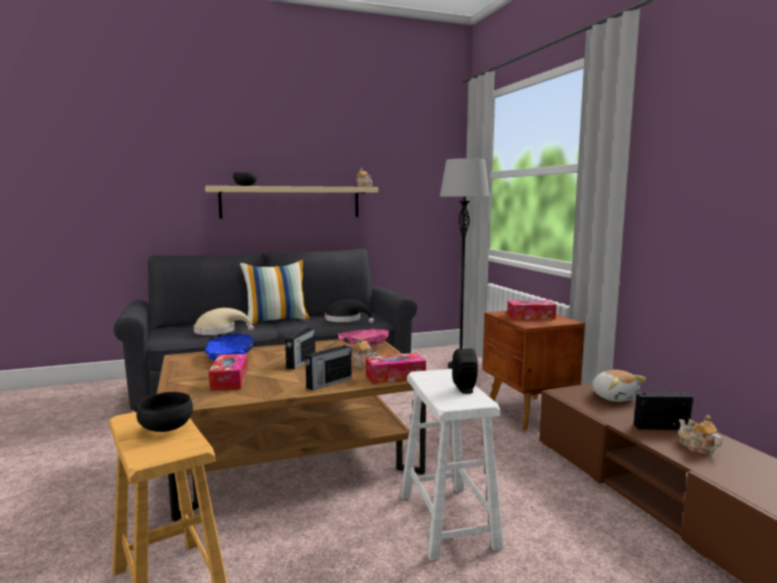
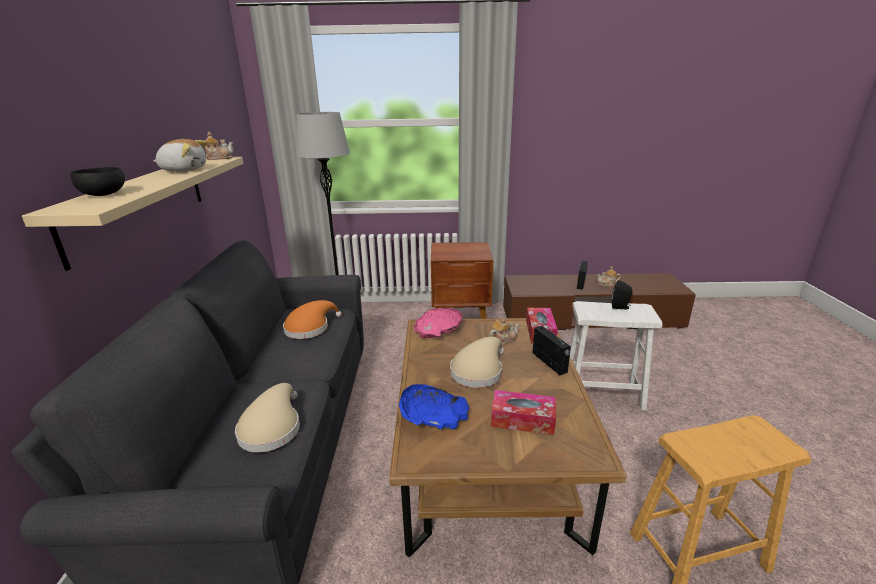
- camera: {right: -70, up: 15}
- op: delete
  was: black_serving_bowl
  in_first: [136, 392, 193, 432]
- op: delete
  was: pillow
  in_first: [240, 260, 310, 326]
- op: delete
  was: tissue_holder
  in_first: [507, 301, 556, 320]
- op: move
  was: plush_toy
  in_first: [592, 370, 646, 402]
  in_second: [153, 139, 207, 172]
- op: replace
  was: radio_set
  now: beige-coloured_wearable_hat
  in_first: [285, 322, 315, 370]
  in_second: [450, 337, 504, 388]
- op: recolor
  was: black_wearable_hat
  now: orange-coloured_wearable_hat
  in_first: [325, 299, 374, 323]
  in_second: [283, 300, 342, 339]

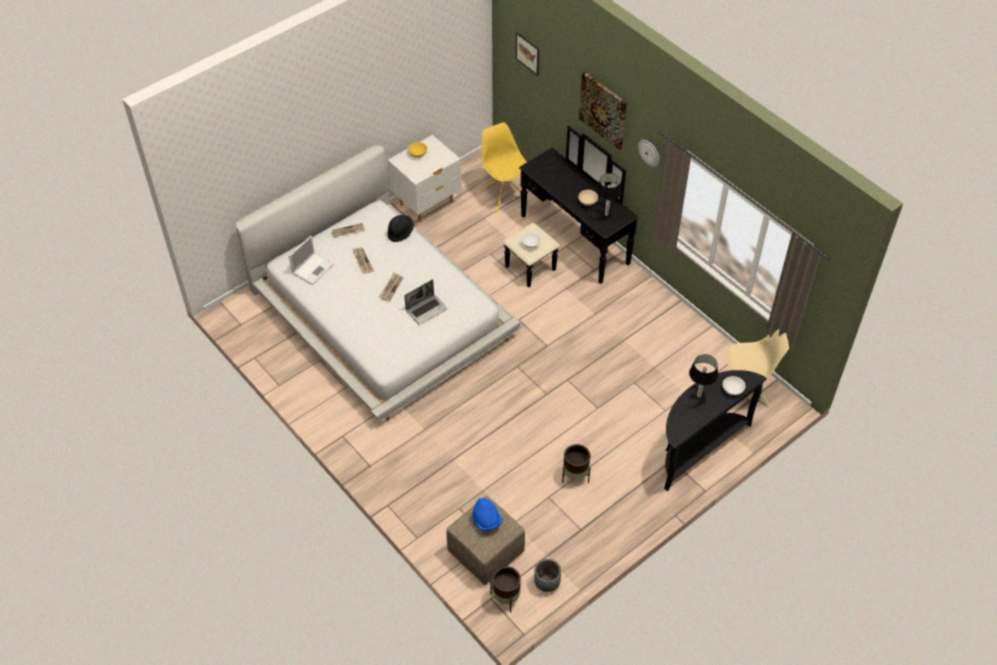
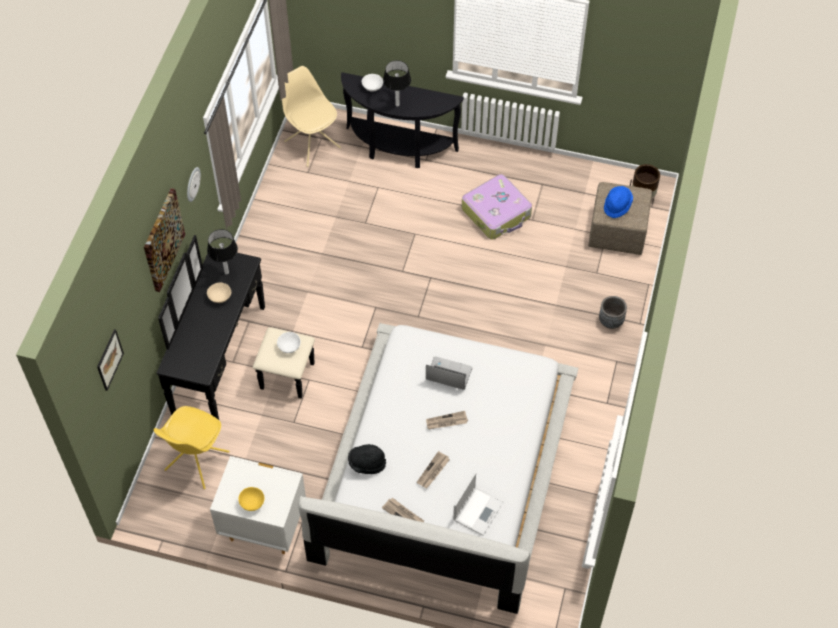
- camera: {right: -125, up: 5}
- op: move
  was: grey_planter
  in_first: [534, 559, 561, 592]
  in_second: [599, 296, 627, 329]
- op: replace
  was: brown-coloured_planter
  now: suitcase
  in_first: [562, 444, 590, 483]
  in_second: [462, 174, 532, 240]
- op: rotate
  was: laptop
  in_first: [289, 235, 334, 285]
  in_second: [453, 472, 503, 536]
  clockwise: 120

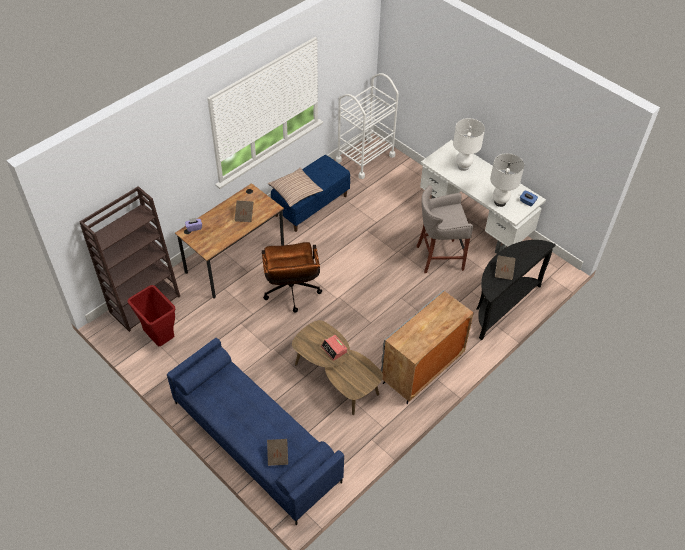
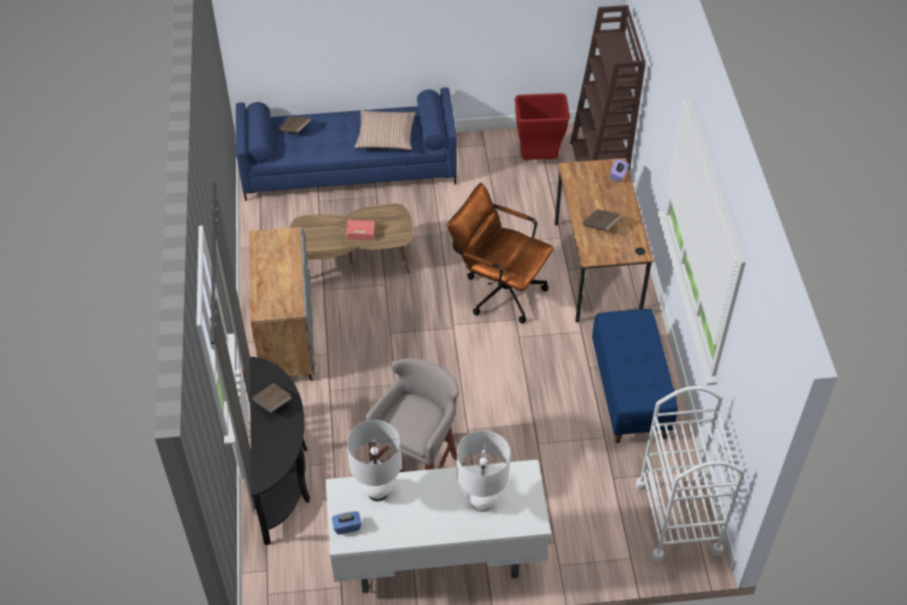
- camera: {right: 130, up: 0}
- op: move
  was: pillow
  in_first: [268, 167, 323, 207]
  in_second: [354, 110, 416, 150]

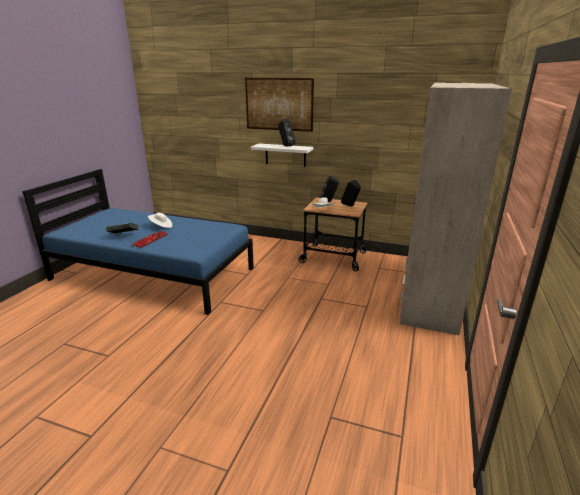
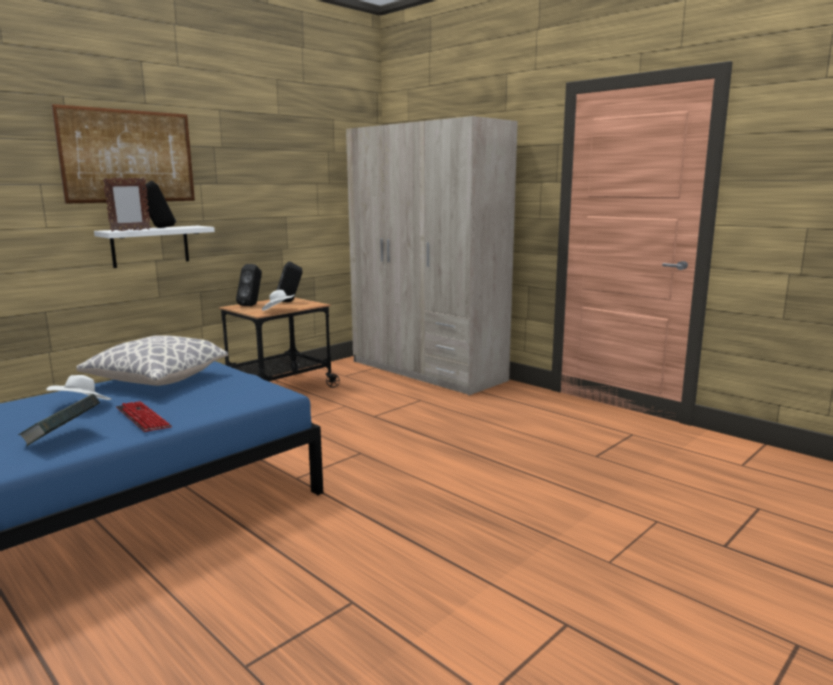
- camera: {right: -65, up: -10}
- op: insert
  now: pillow
  in_second: [76, 335, 228, 386]
- op: insert
  now: photo_frame
  in_second: [103, 177, 151, 232]

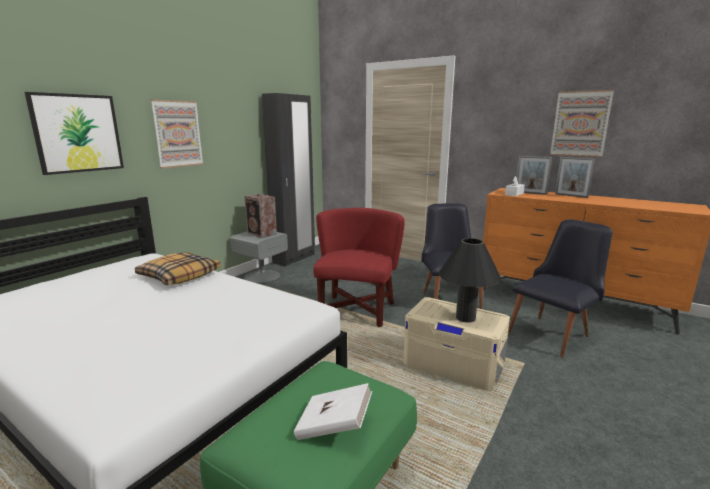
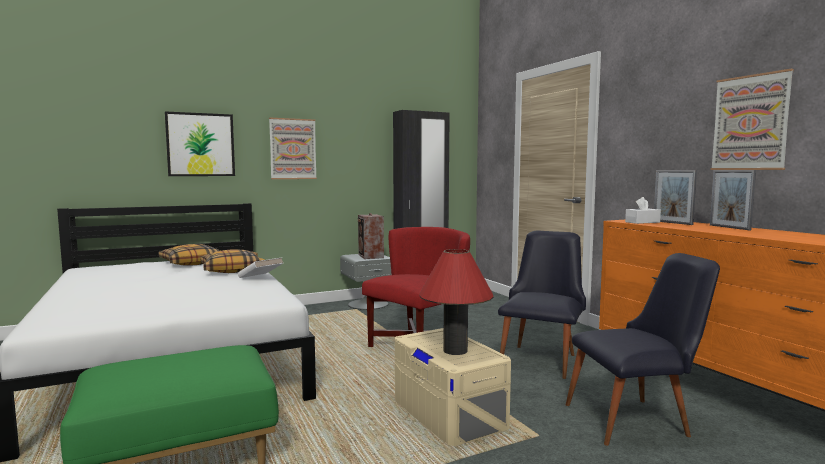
- camera: {right: 30, up: -10}
- op: insert
  now: pillow
  in_second: [159, 244, 220, 266]
- op: move
  was: white_volume
  in_first: [294, 383, 372, 440]
  in_second: [238, 257, 283, 278]
- op: recolor
  was: black_lamp_for_a_table
  now: red-coloured_lamp_for_a_table
  in_first: [439, 238, 501, 323]
  in_second: [419, 249, 494, 355]

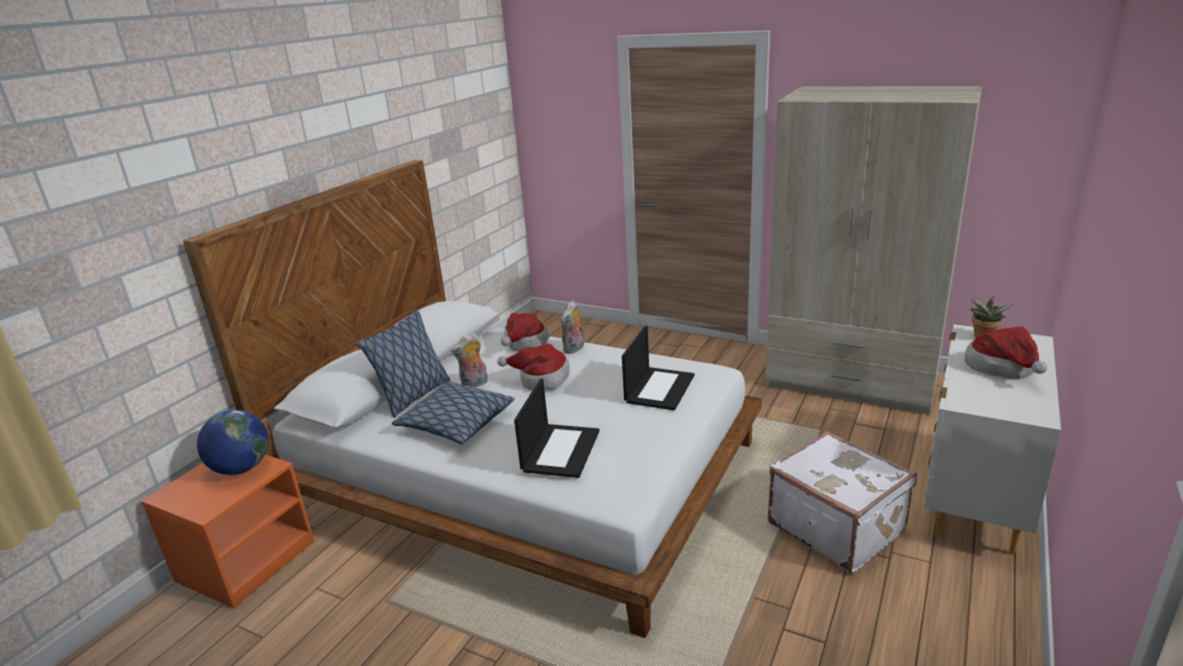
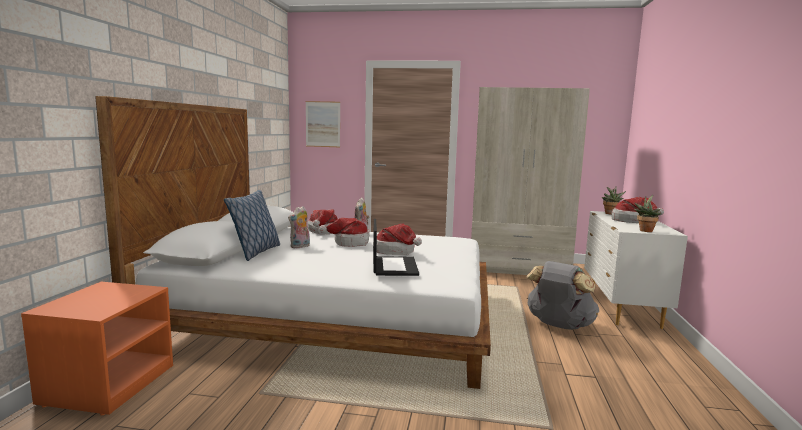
- camera: {right: -20, up: -15}
- op: delete
  was: desk_globe
  in_first: [197, 410, 268, 475]
- op: delete
  was: pillow
  in_first: [392, 381, 515, 444]
- op: delete
  was: laptop
  in_first: [622, 325, 695, 410]
- op: insert
  now: wall_art
  in_second: [306, 101, 340, 147]
- op: insert
  now: wearable_hat
  in_second: [377, 223, 422, 255]
- op: insert
  now: potted_plant
  in_second: [634, 195, 661, 232]
- op: replace
  was: white_suitcase
  now: grey_knapsack
  in_first: [768, 431, 917, 574]
  in_second: [526, 261, 599, 330]

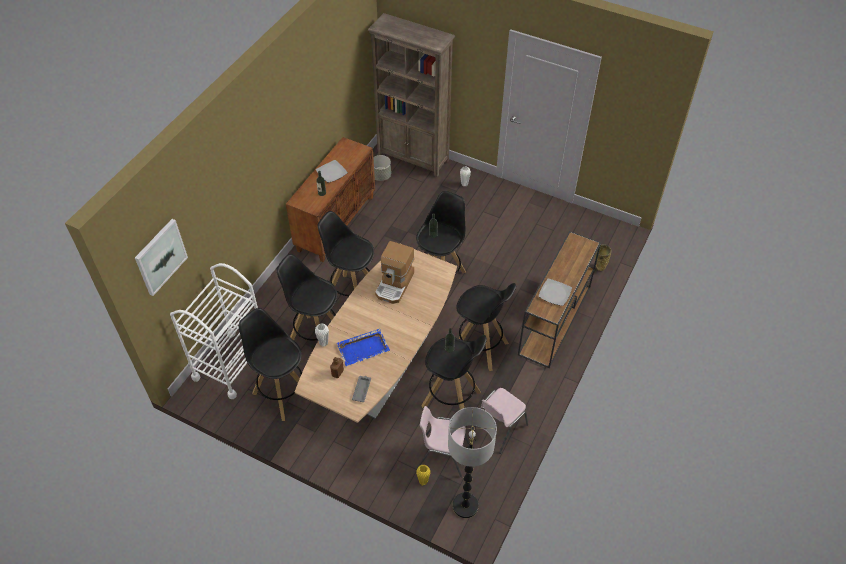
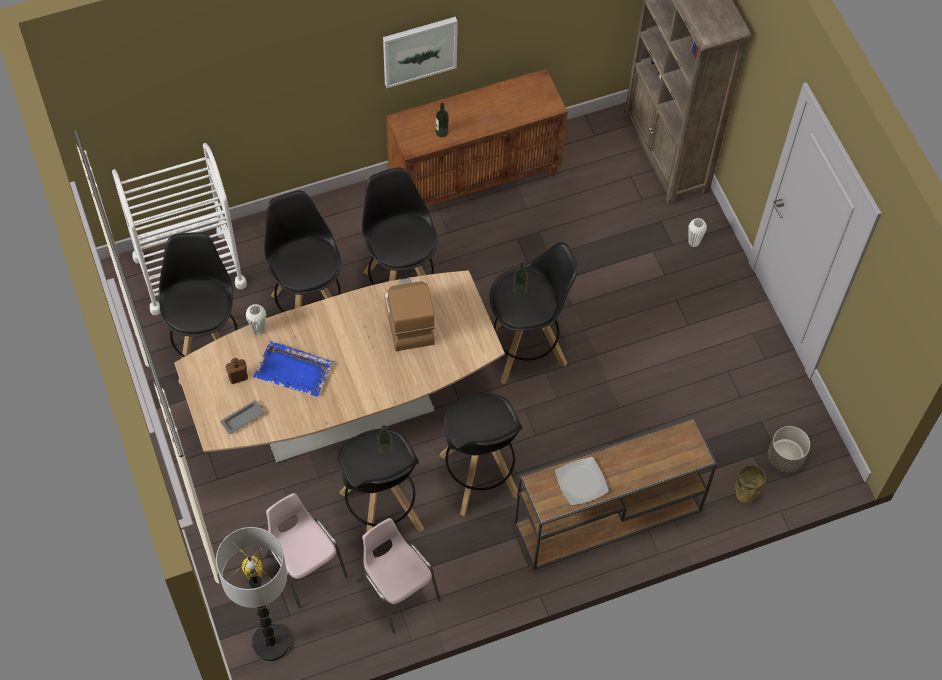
- camera: {right: 40, up: 10}
- op: delete
  was: plate
  in_first: [316, 160, 348, 183]
- op: move
  was: wall_art
  in_first: [135, 219, 188, 296]
  in_second: [383, 17, 458, 88]
- op: move
  was: grey_planter
  in_first: [373, 155, 391, 181]
  in_second: [768, 426, 810, 472]
- op: rotate
  was: coffee_machine
  in_first: [375, 241, 414, 304]
  in_second: [384, 278, 435, 351]
  clockwise: 105
- op: rotate
  was: pink_upright_chair
  in_first: [474, 388, 528, 454]
  in_second: [357, 518, 441, 633]
  clockwise: 60

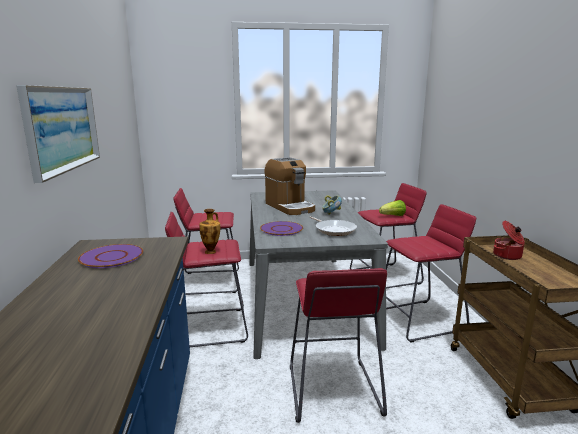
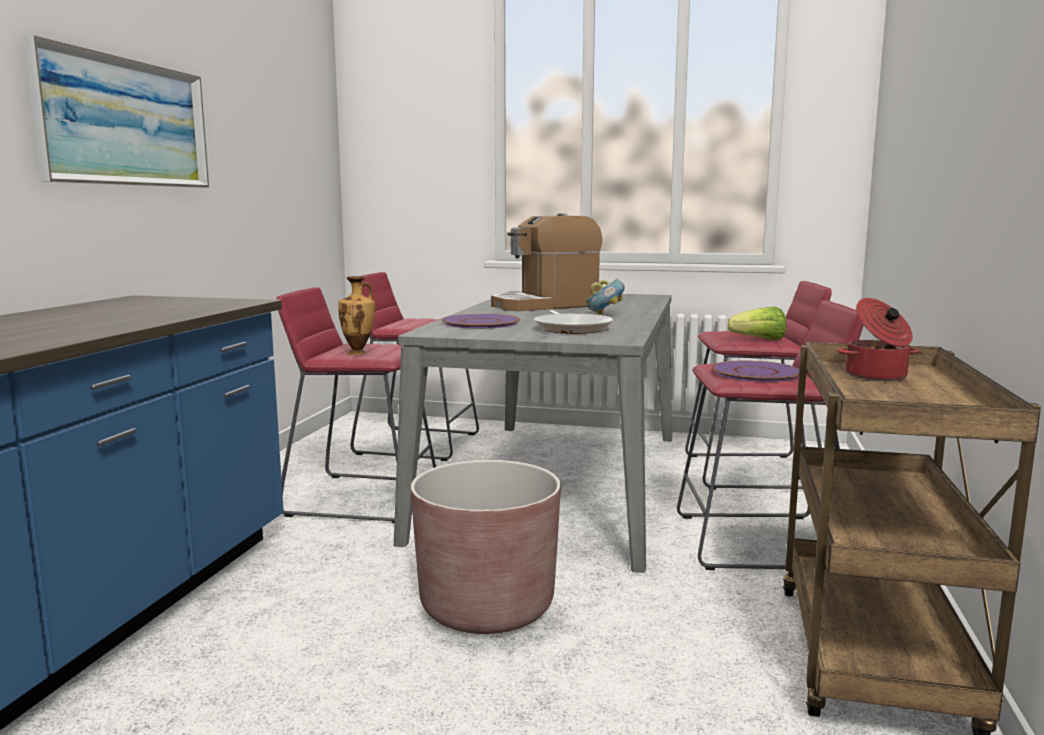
- camera: {right: 20, up: -5}
- op: move
  was: purple-coloured_plate
  in_first: [78, 244, 143, 268]
  in_second: [712, 361, 799, 382]
- op: replace
  was: red-coloured_stool
  now: brown-coloured_planter
  in_first: [290, 268, 387, 423]
  in_second: [411, 460, 561, 634]
- op: rotate
  was: coffee_machine
  in_first: [265, 157, 315, 215]
  in_second: [491, 213, 602, 311]
  clockwise: 75

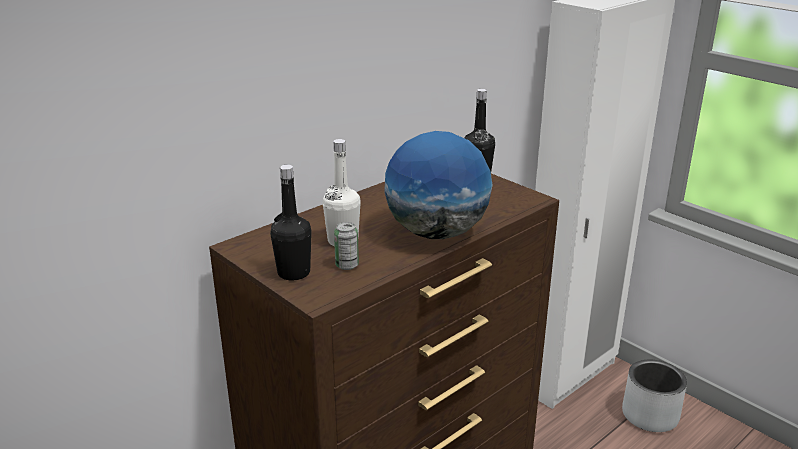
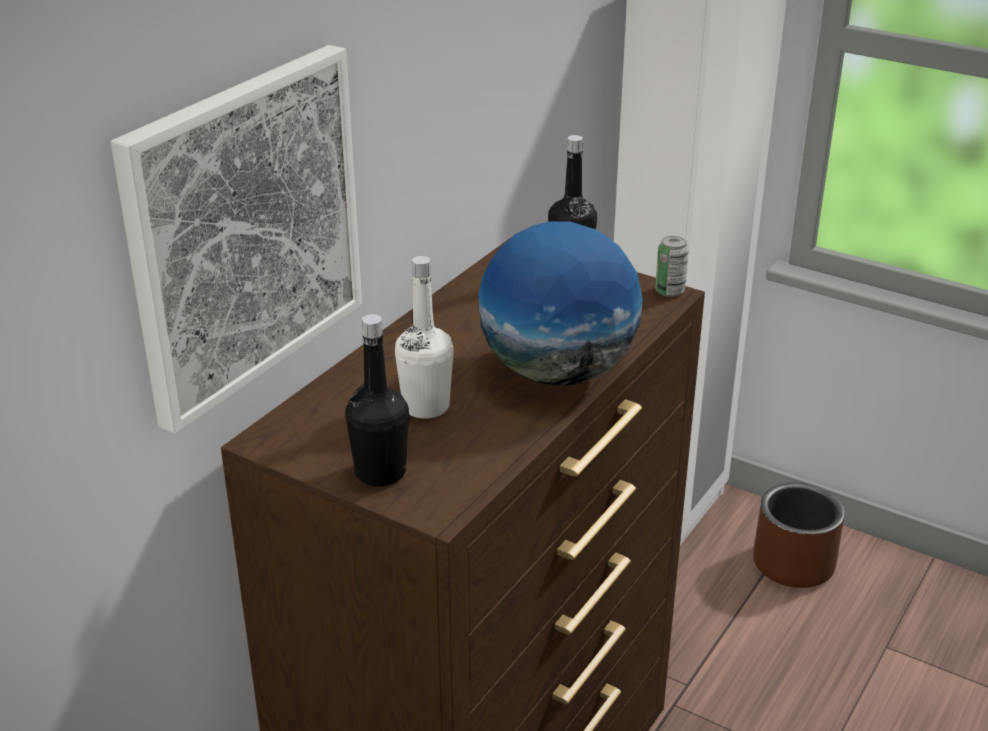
- camera: {right: -15, up: 5}
- op: insert
  now: wall_art
  in_second: [111, 45, 362, 434]
- op: move
  was: sealed_can
  in_first: [334, 222, 359, 270]
  in_second: [655, 236, 689, 297]
- op: recolor
  was: grey_planter
  now: brown-coloured_planter
  in_first: [622, 360, 687, 432]
  in_second: [753, 483, 845, 588]

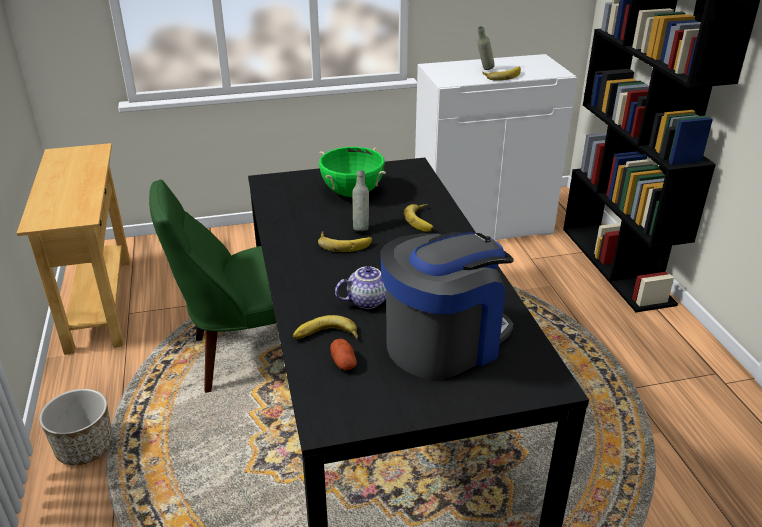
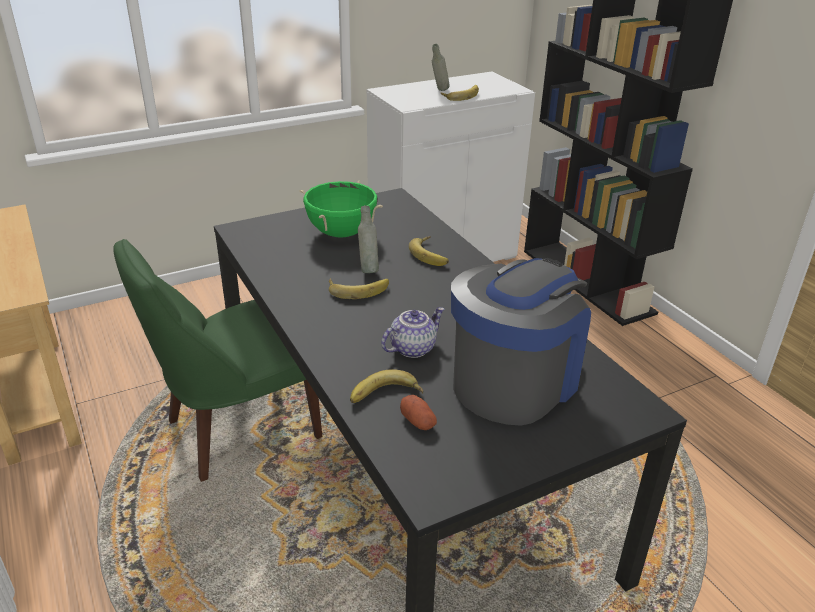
- camera: {right: -15, up: 0}
- op: delete
  was: planter
  in_first: [39, 389, 113, 465]

